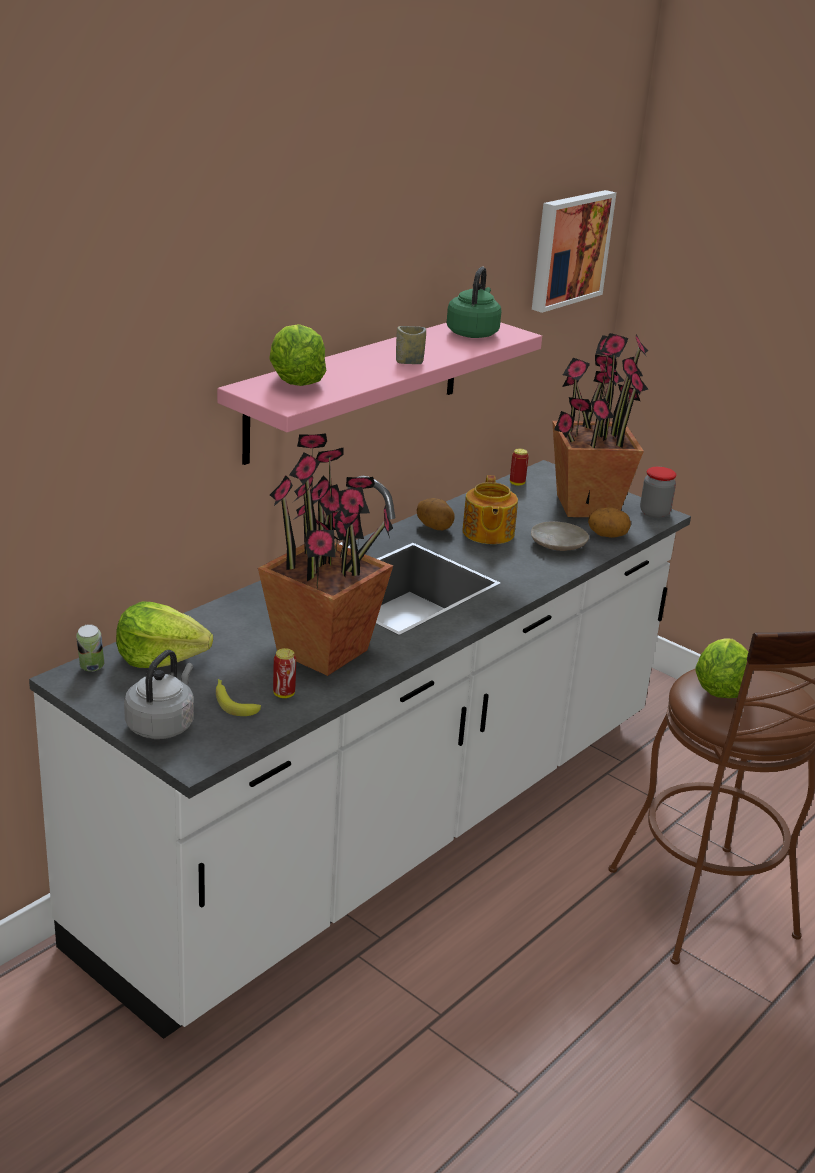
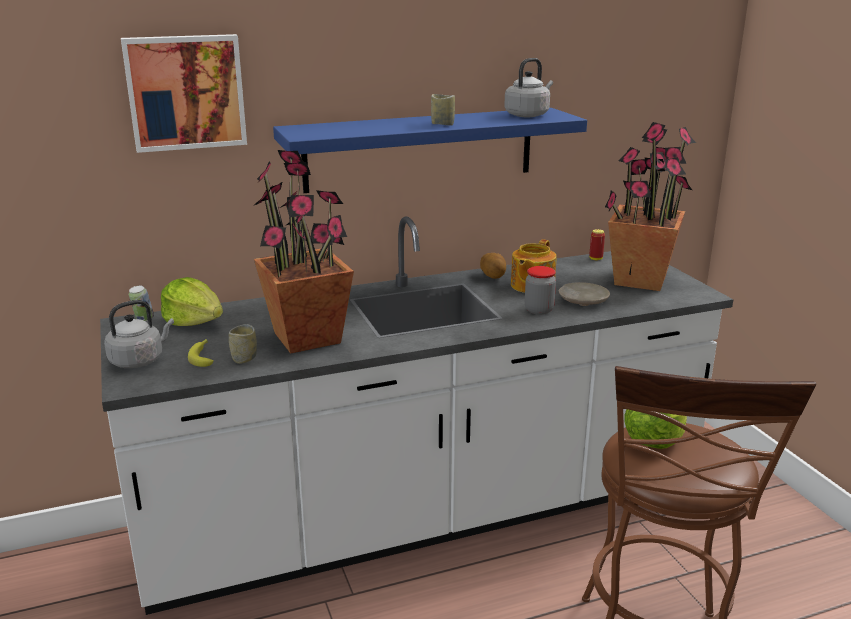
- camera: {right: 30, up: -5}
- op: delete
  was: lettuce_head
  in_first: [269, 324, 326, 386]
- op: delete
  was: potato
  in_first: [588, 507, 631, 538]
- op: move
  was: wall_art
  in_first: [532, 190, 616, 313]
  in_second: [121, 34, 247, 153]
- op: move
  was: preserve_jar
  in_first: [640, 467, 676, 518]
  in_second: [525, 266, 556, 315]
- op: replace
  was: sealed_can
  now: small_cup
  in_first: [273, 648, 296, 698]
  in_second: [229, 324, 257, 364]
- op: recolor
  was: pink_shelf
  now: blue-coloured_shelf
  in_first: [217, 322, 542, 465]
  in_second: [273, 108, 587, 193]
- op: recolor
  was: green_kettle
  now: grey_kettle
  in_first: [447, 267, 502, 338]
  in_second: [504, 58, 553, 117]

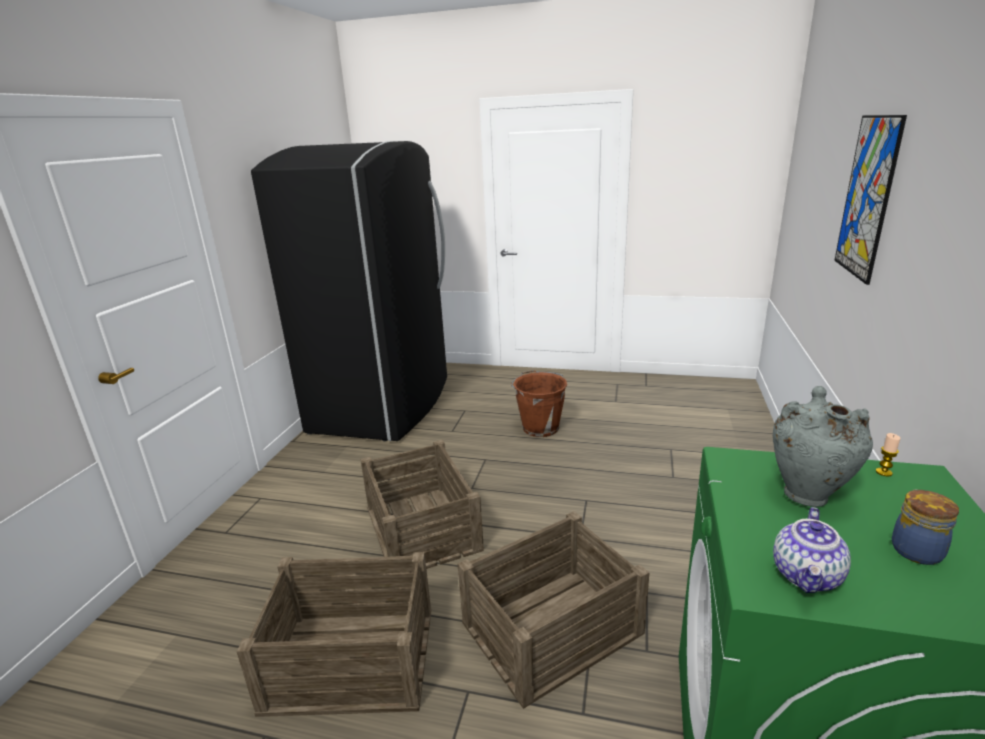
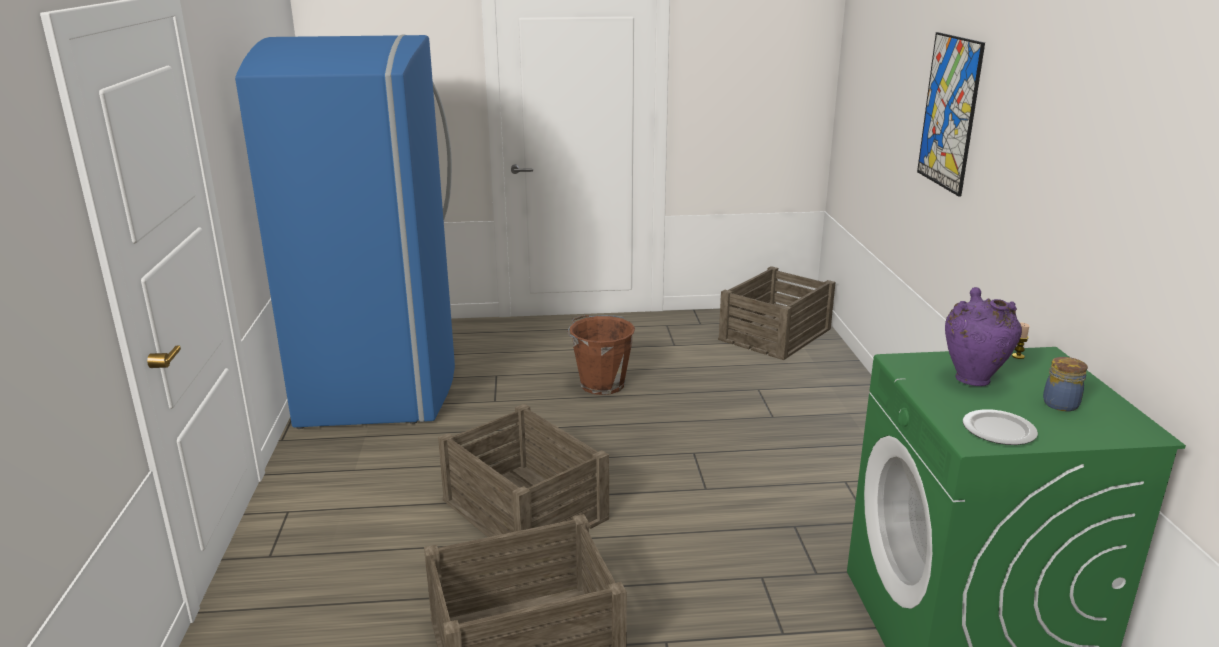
- camera: {right: -20, up: 0}
- op: move
  was: shipping_crate
  in_first: [457, 511, 650, 709]
  in_second: [718, 266, 836, 360]
- op: replace
  was: pot_for_tea
  now: plate
  in_first: [773, 507, 851, 593]
  in_second: [963, 409, 1038, 445]
- op: recolor
  was: black_refrigerator
  now: blue-coloured_refrigerator
  in_first: [251, 141, 447, 441]
  in_second: [235, 35, 455, 429]
- op: recolor
  was: grey_decorative_vase
  now: purple-coloured_decorative_vase
  in_first: [773, 386, 873, 507]
  in_second: [945, 287, 1022, 386]

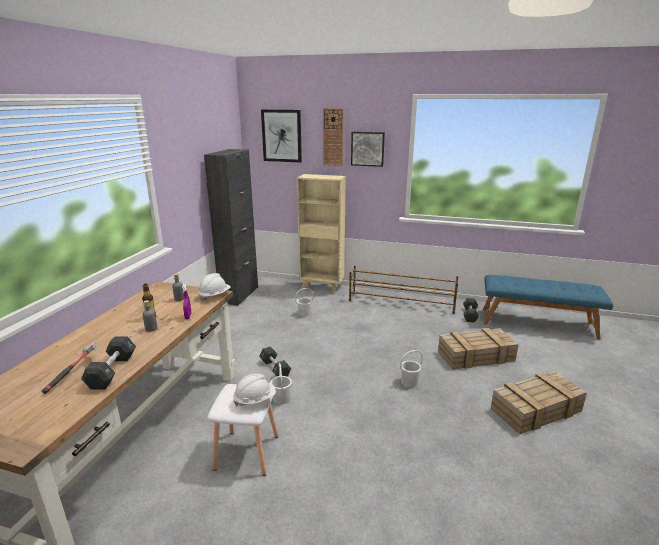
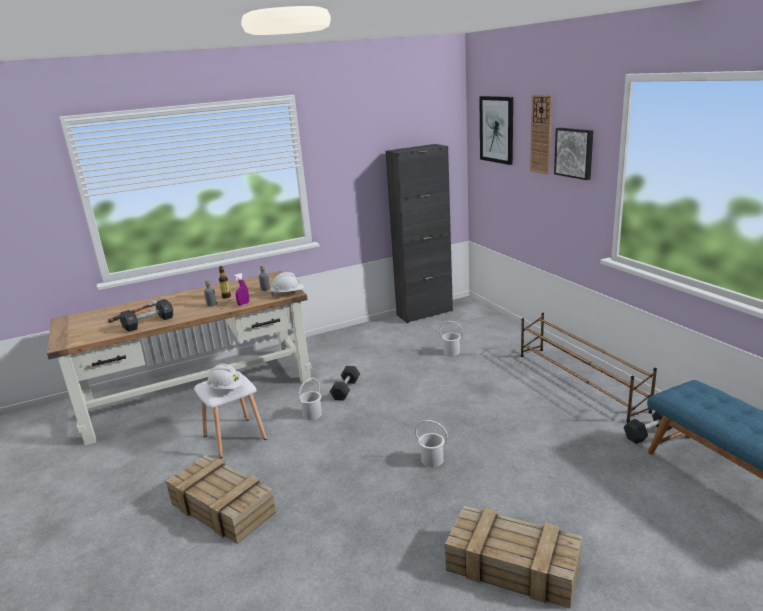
- camera: {right: 50, up: 0}
- op: delete
  was: beige-coloured_shelving_unit
  in_first: [297, 174, 346, 294]
- op: move
  was: shipping_crate
  in_first: [438, 328, 519, 369]
  in_second: [166, 455, 276, 544]

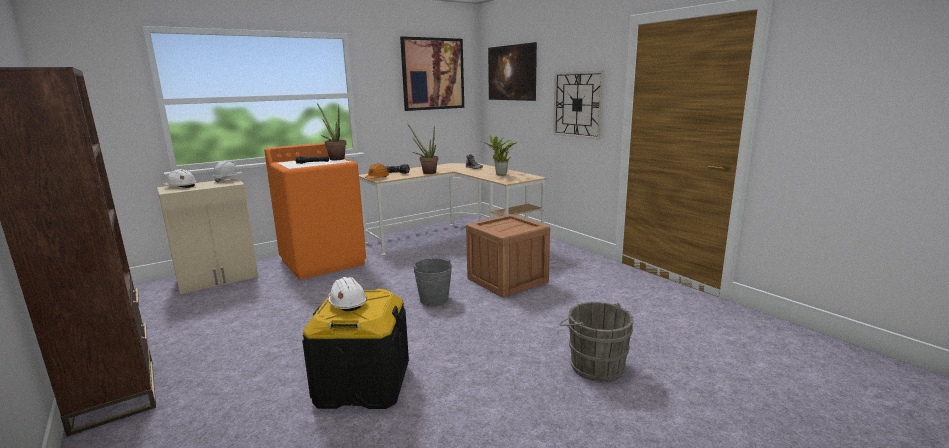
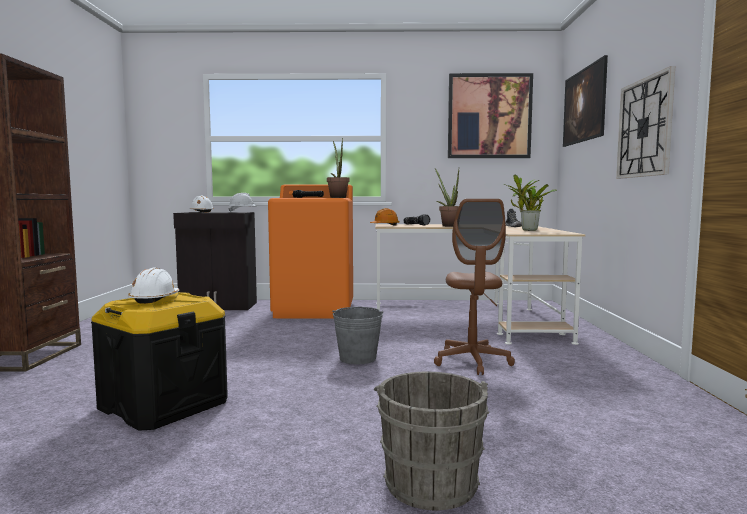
- camera: {right: 35, up: -10}
- op: replace
  was: shipping_crate
  now: brown-coloured_office_chair
  in_first: [466, 214, 550, 298]
  in_second: [434, 199, 515, 375]
- op: recolor
  was: beige-coloured_cabinet
  now: black_cabinet
  in_first: [157, 178, 259, 294]
  in_second: [173, 212, 257, 310]

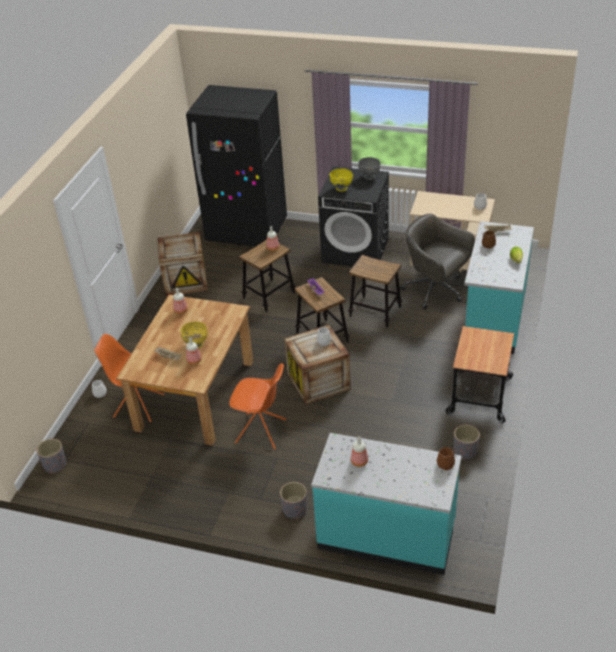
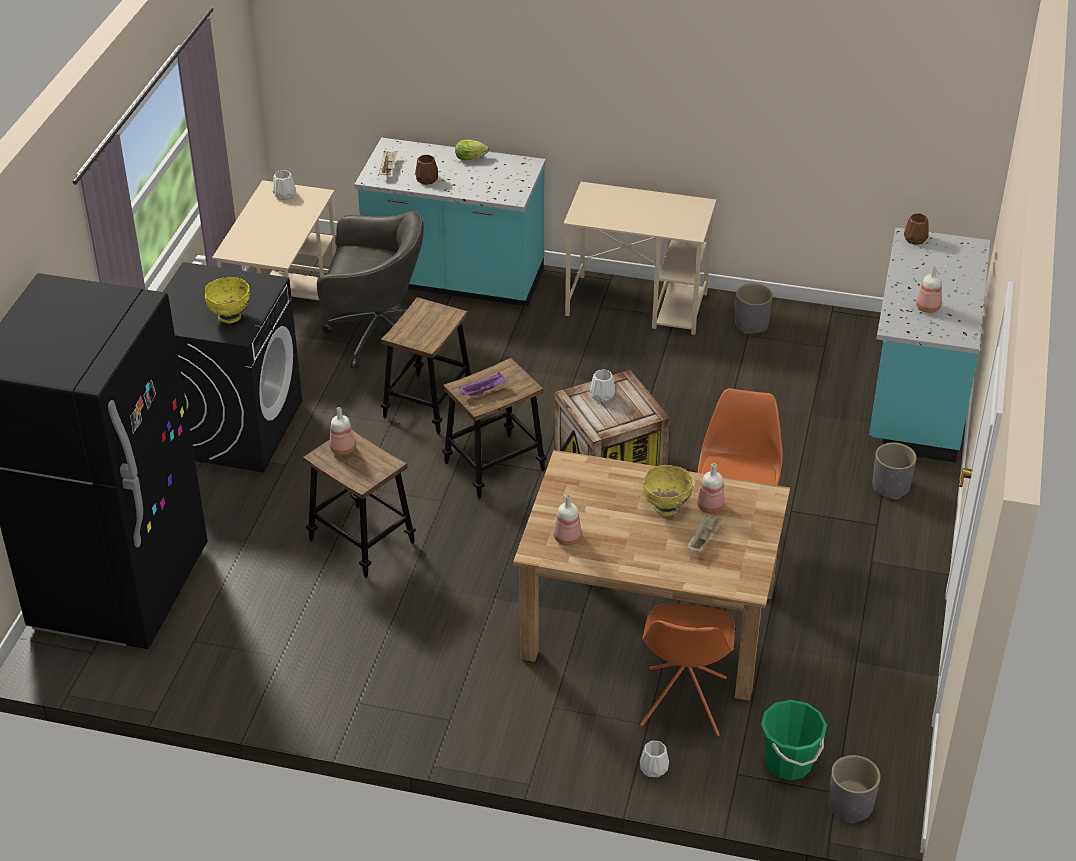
- camera: {right: -95, up: 0}
- op: delete
  was: shipping_crate
  in_first: [158, 232, 208, 296]
- op: delete
  was: grey_serving_bowl
  in_first: [358, 157, 380, 180]
- op: insert
  now: green_bucket
  in_second: [761, 700, 827, 780]
- op: replace
  was: trolley
  now: beige-coloured_desk_unit
  in_first: [446, 326, 514, 423]
  in_second: [564, 182, 716, 335]
- op: rotate
  was: grey_office_chair
  in_first: [400, 214, 475, 309]
  in_second: [317, 211, 424, 369]
  clockwise: -120

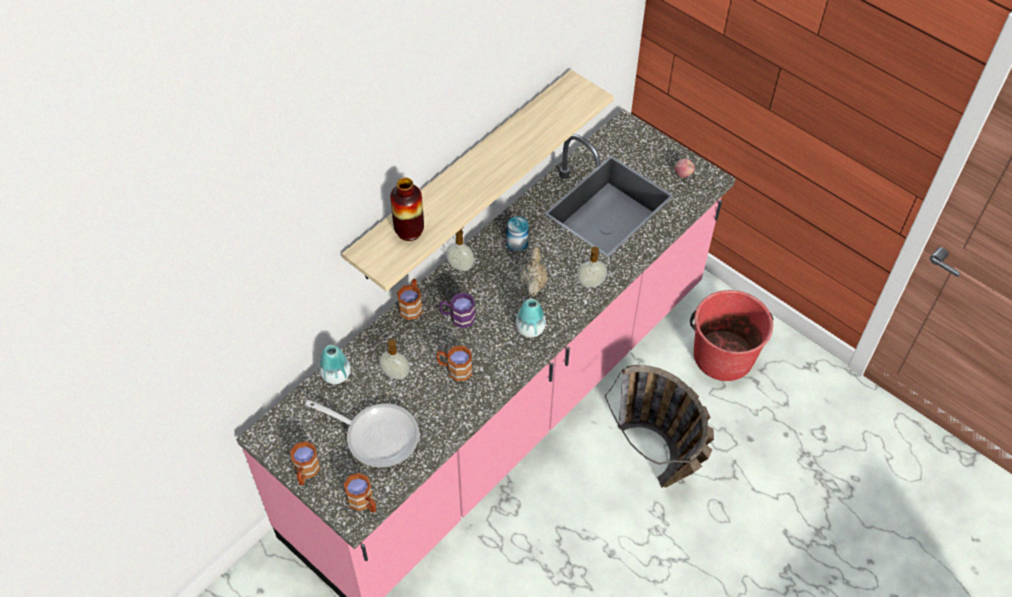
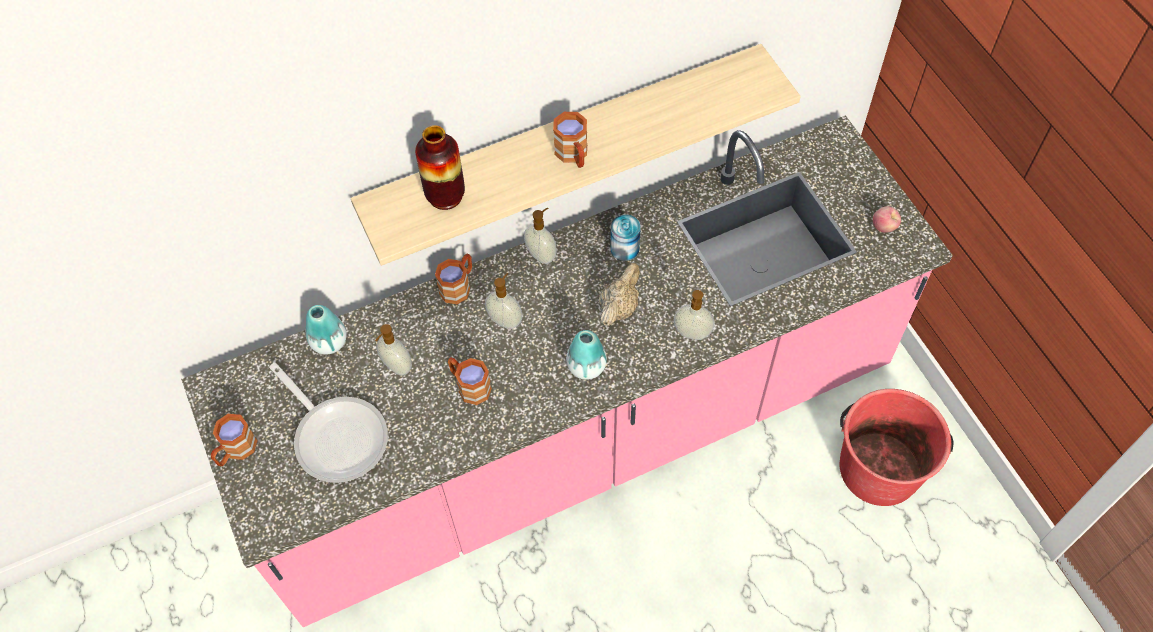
- camera: {right: 25, up: 5}
- op: delete
  was: storage_basket
  in_first: [605, 365, 714, 488]
- op: move
  was: brown-coloured_mug
  in_first: [344, 473, 376, 513]
  in_second: [553, 112, 587, 168]
- op: replace
  was: purple-coloured_mug
  now: soap_bottle
  in_first: [439, 292, 475, 328]
  in_second: [485, 273, 522, 329]

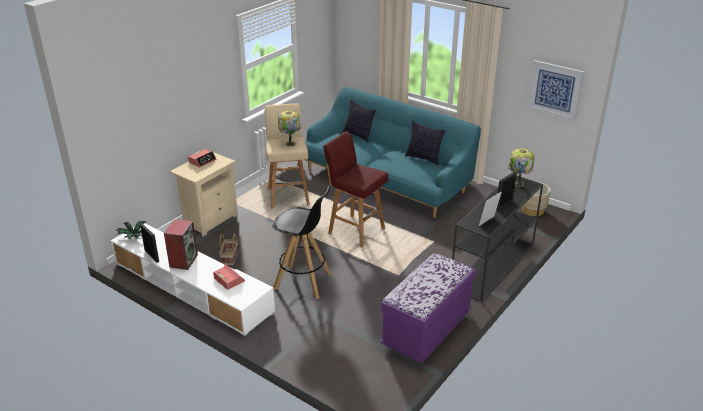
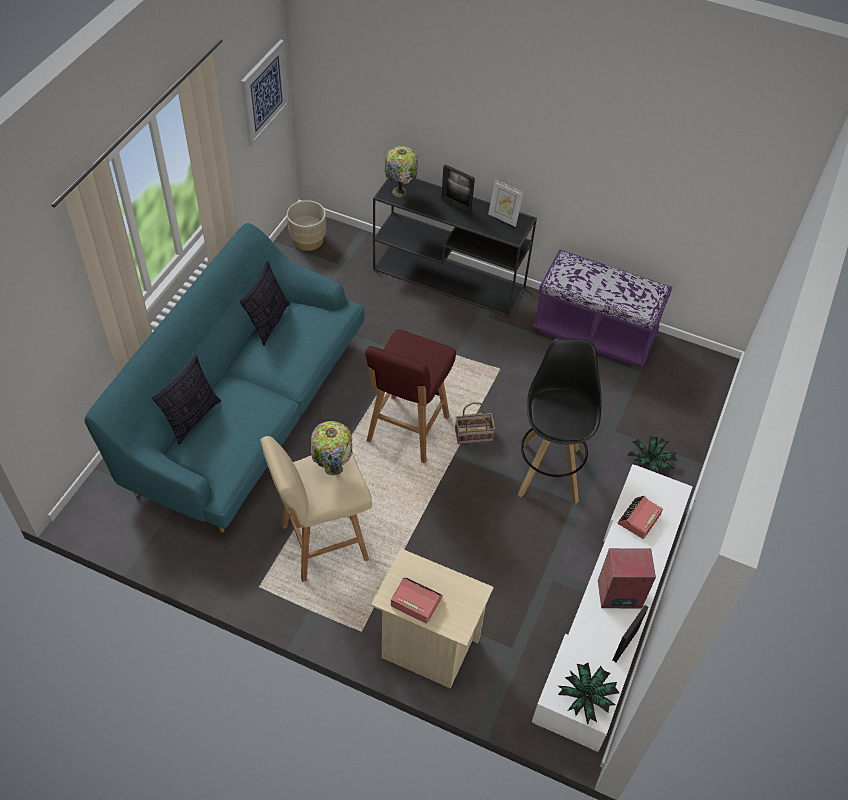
- camera: {right: -105, up: 20}
- op: insert
  now: potted_plant
  in_second: [627, 436, 677, 474]
- op: move
  was: storage_basket
  in_first: [219, 234, 239, 266]
  in_second: [455, 402, 495, 444]

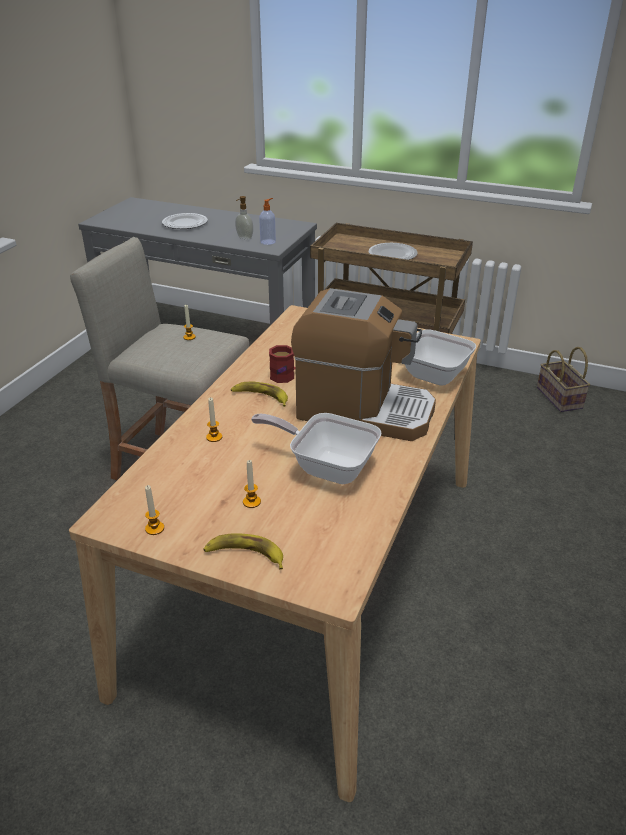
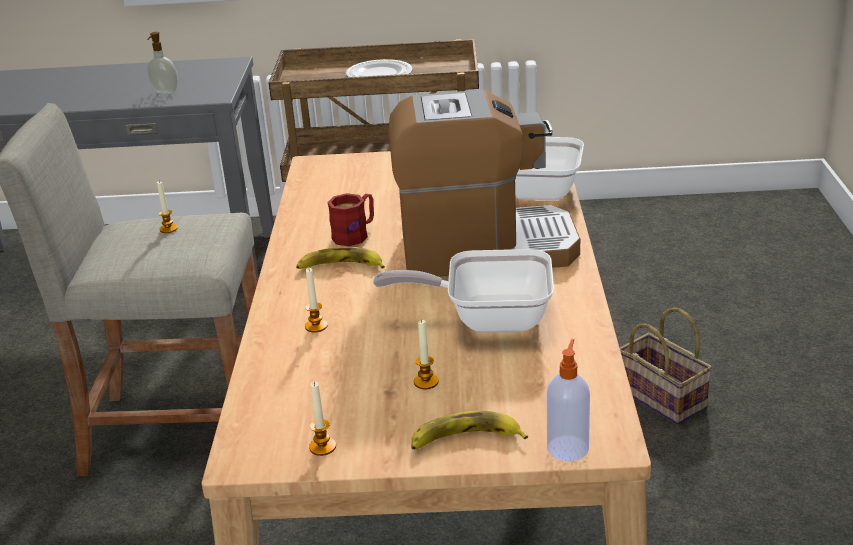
- camera: {right: -20, up: -5}
- op: delete
  was: plate
  in_first: [162, 213, 208, 229]
- op: move
  was: soap_bottle
  in_first: [259, 198, 276, 245]
  in_second: [547, 339, 590, 461]
- op: move
  was: storage_basket
  in_first: [537, 347, 590, 412]
  in_second: [619, 308, 712, 424]

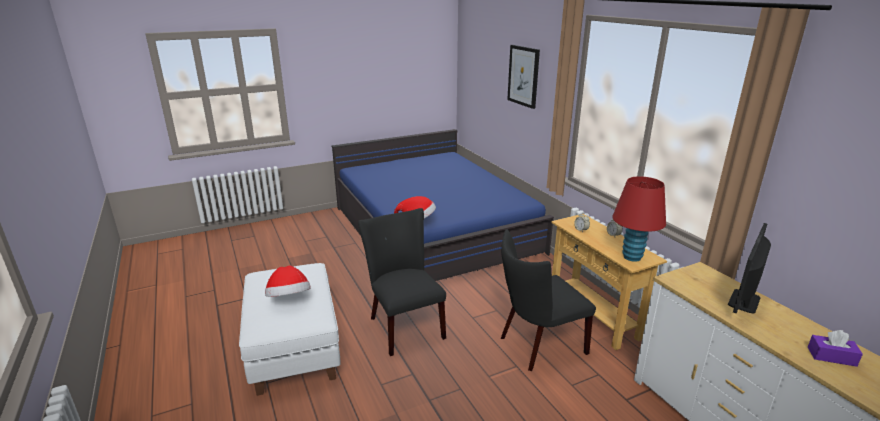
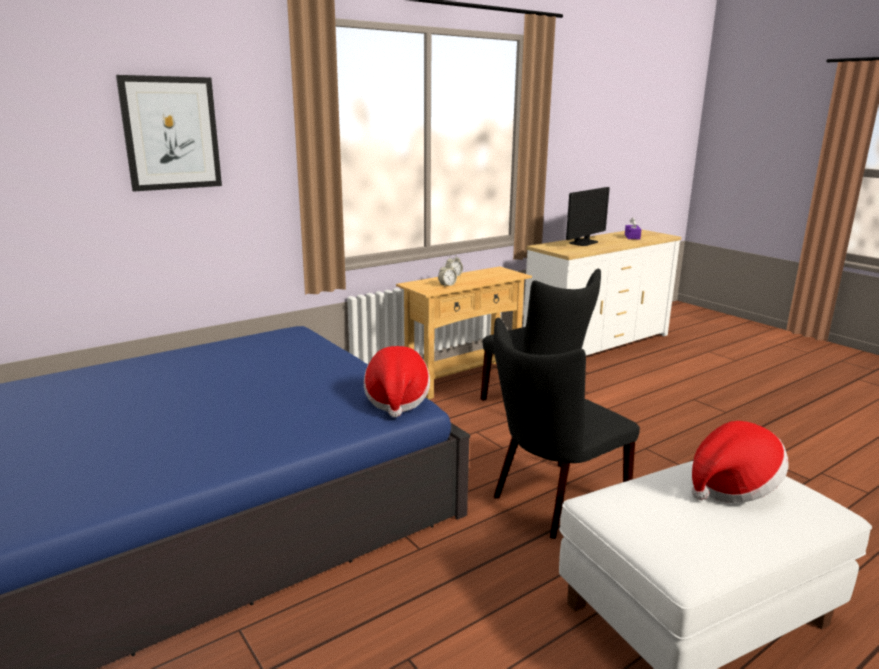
- camera: {right: -100, up: -5}
- op: delete
  was: red-coloured_lamp_for_a_table
  in_first: [613, 176, 666, 262]
- op: rotate
  was: computer_display
  in_first: [728, 223, 771, 314]
  in_second: [566, 187, 610, 246]
  clockwise: -75

